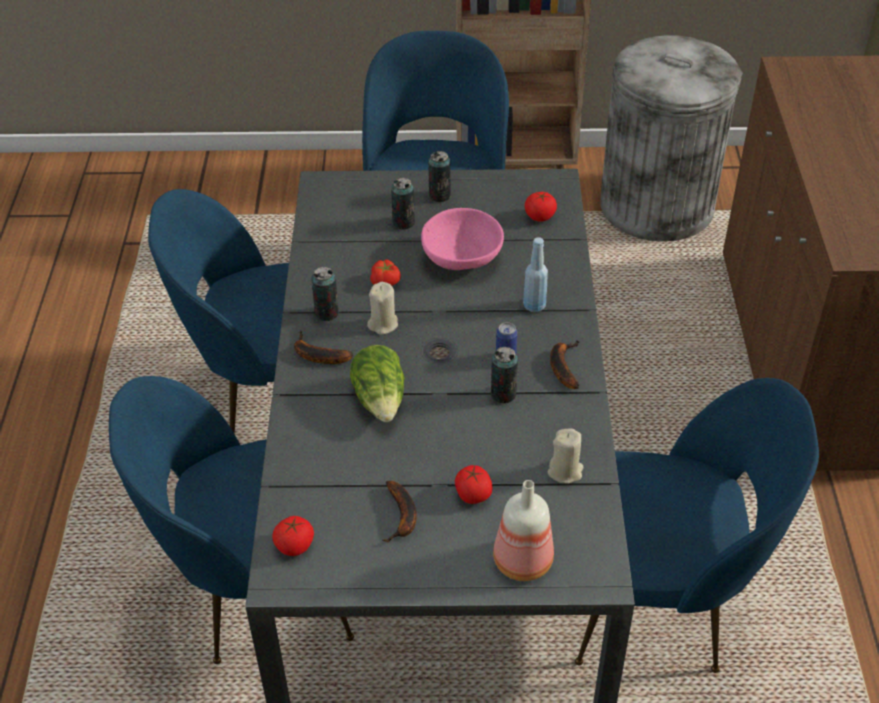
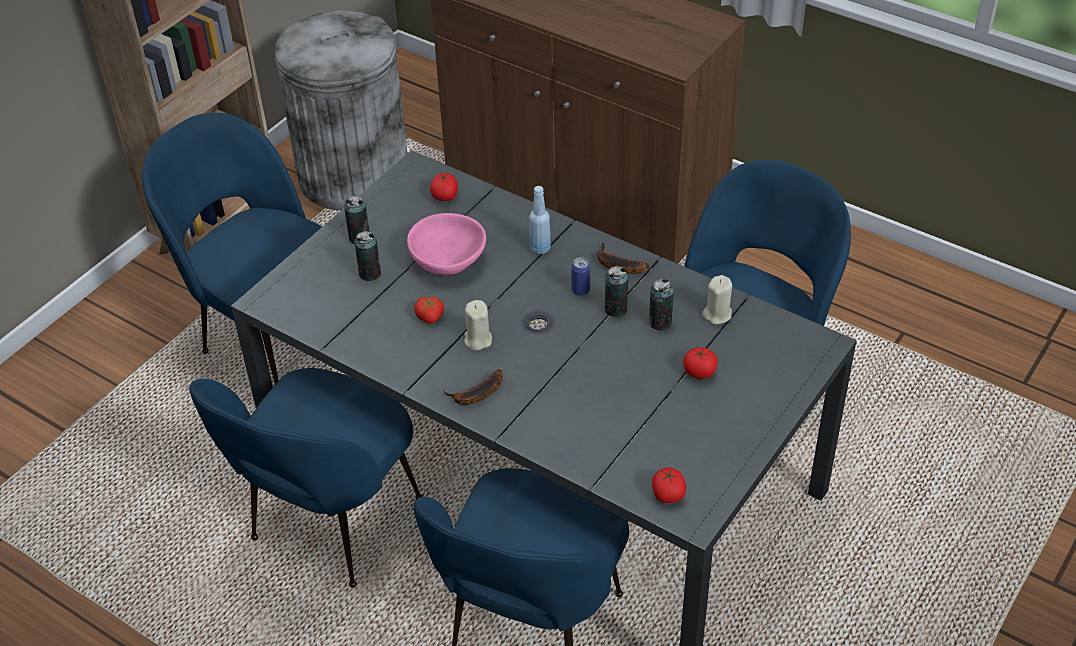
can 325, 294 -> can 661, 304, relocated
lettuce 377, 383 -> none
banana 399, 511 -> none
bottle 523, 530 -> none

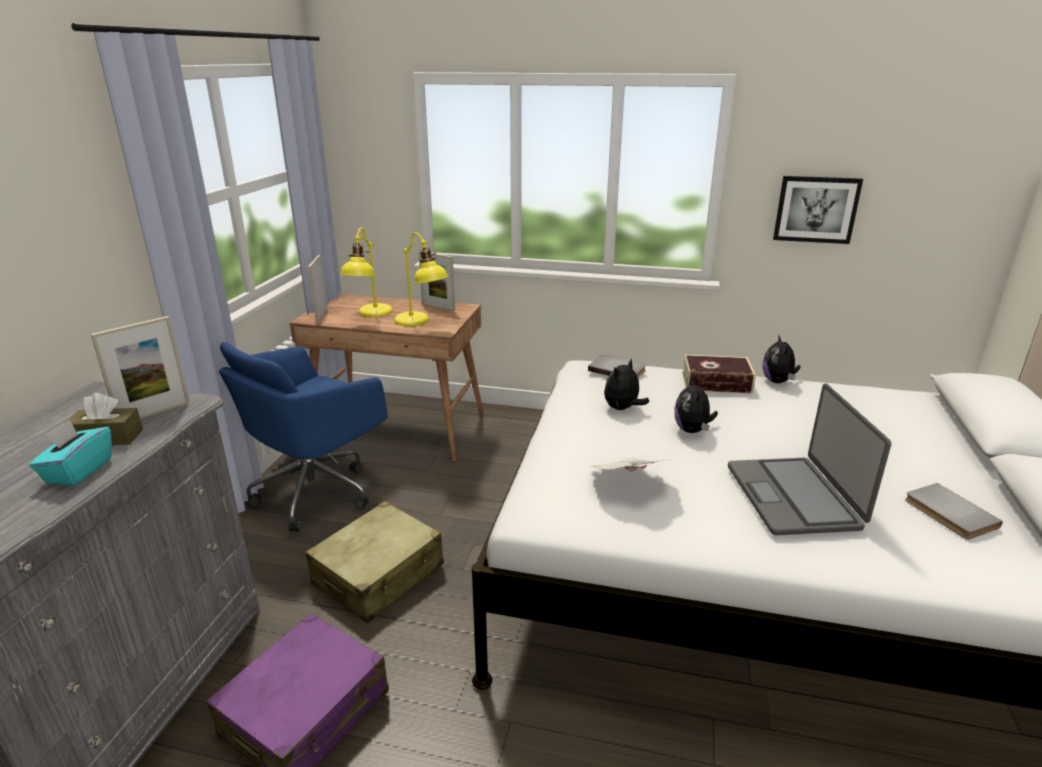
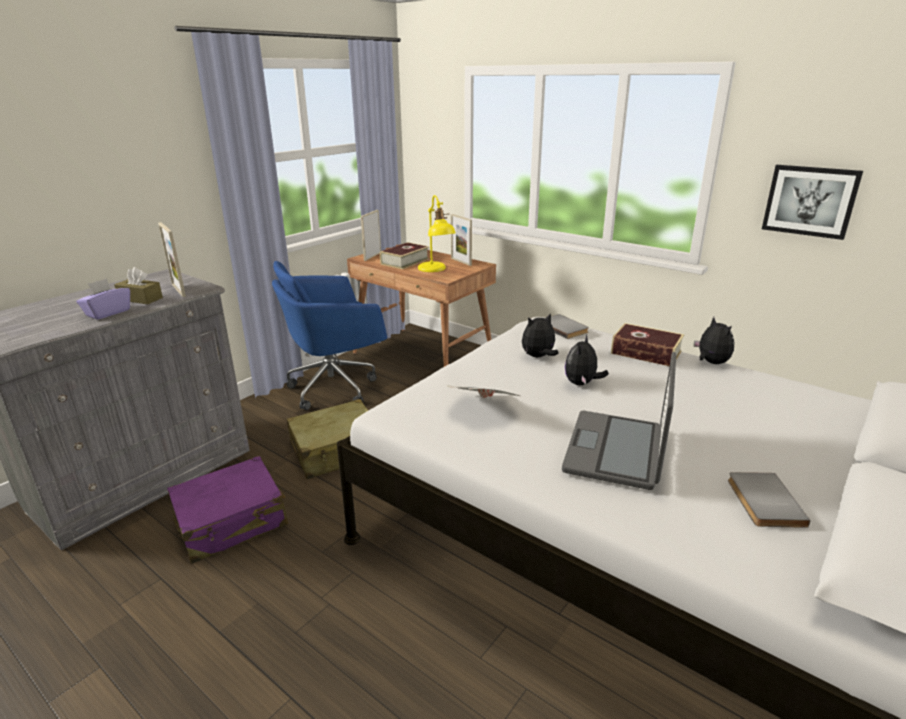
tissue box/turquoise 70, 452 -> tissue box/purple 103, 299
picture frame 140, 367 -> picture frame 172, 259, 75 degrees clockwise
table lamp/yellow 366, 272 -> book 404, 255
plush toy 782, 358 -> plush toy 714, 340, 135 degrees clockwise

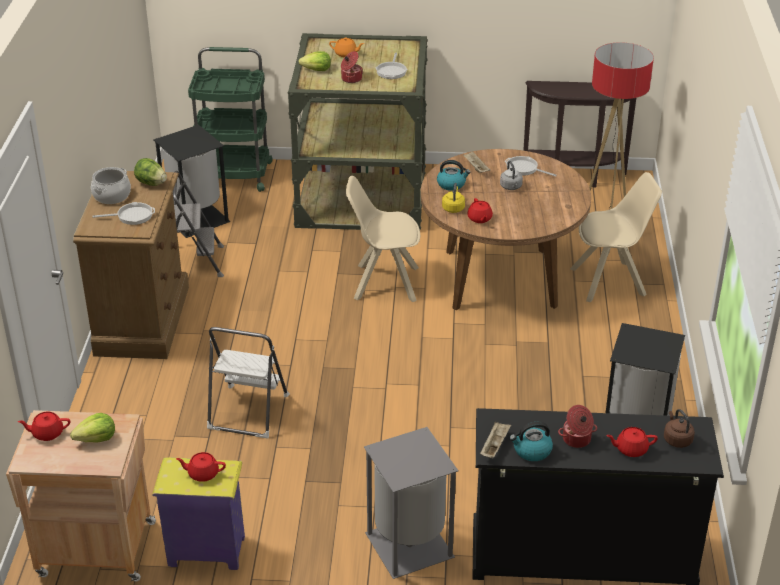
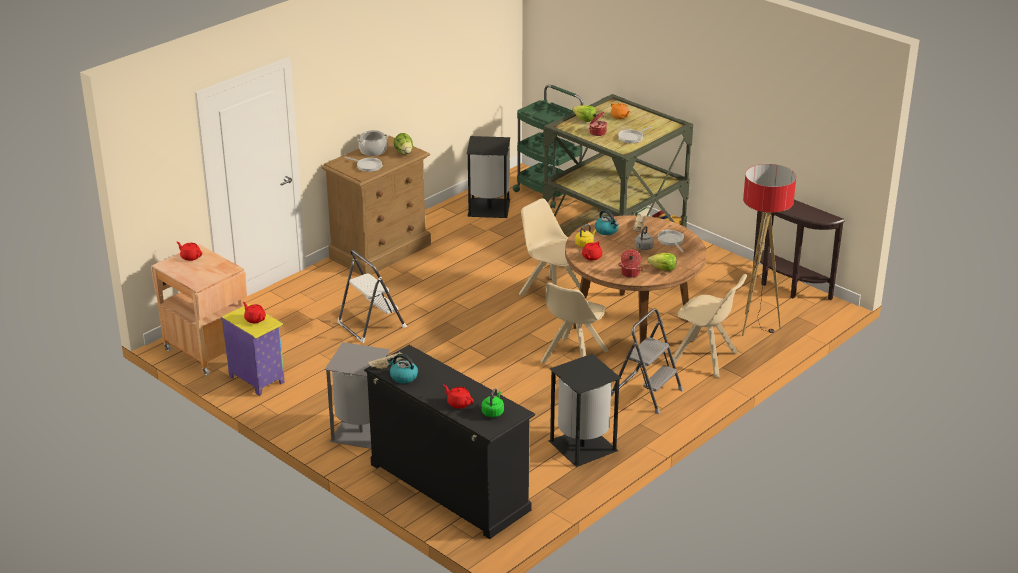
kettle/brown 679, 428 -> kettle/green 492, 402
none -> chair/beige 574, 323
step ladder/grey 198, 224 -> step ladder/grey 647, 361, relocated
cooking pot 577, 426 -> cooking pot 630, 263, relocated
lettuce 92, 428 -> lettuce 662, 262, relocated

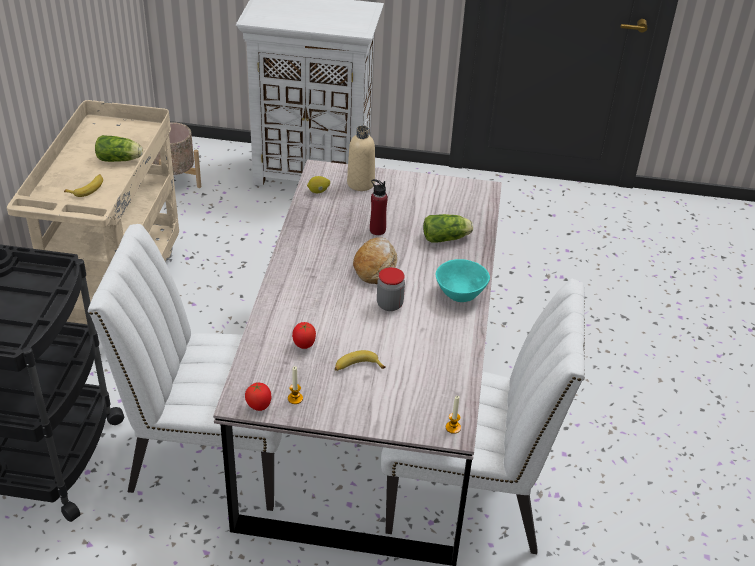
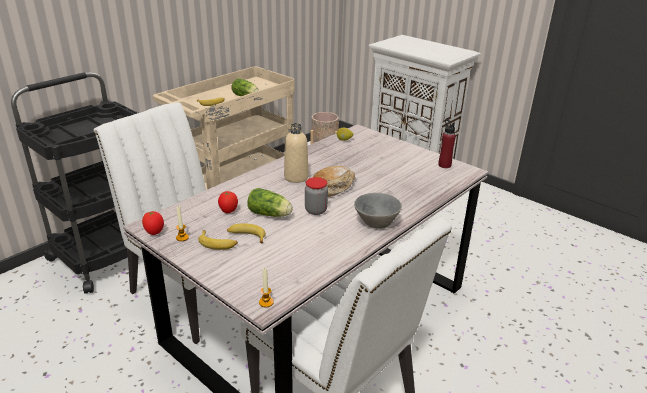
none -> banana 218, 240
lettuce 448, 228 -> lettuce 270, 202, relocated
bottle/beige 361, 158 -> bottle/beige 296, 153, relocated
bowl/turquoise 463, 280 -> bowl/grey 378, 211
bottle/red 379, 207 -> bottle/red 447, 144, relocated

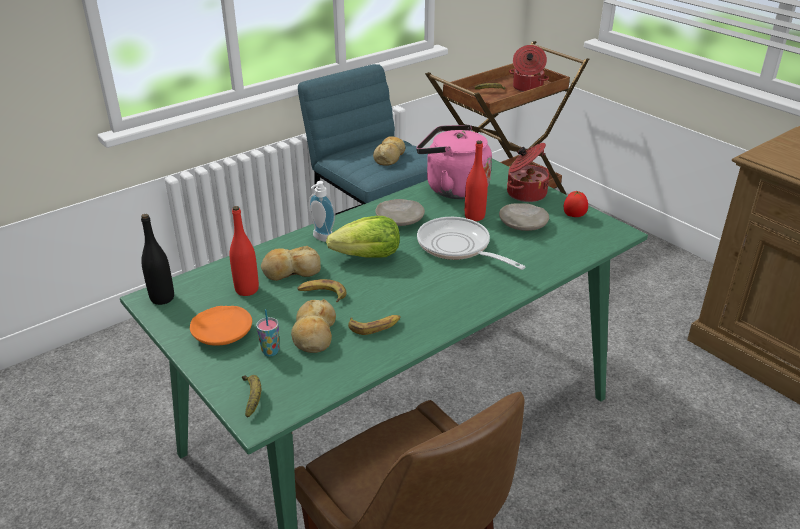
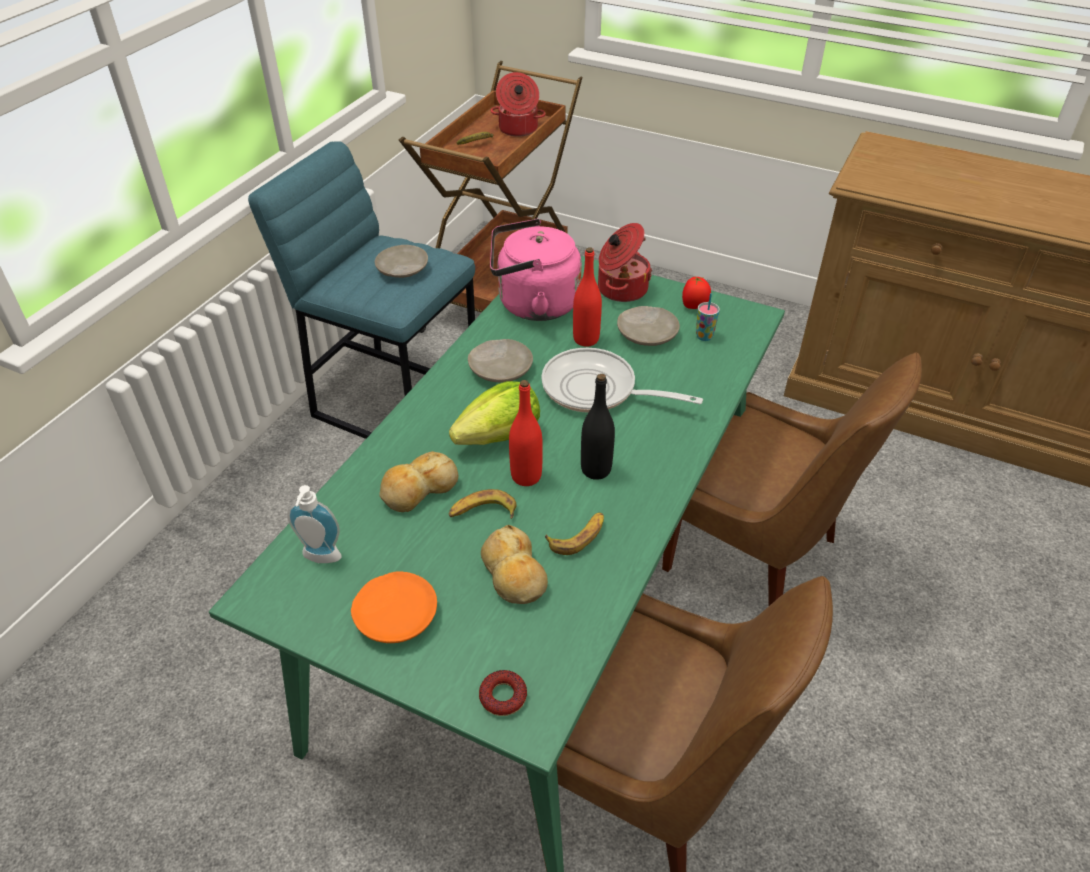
soap dispenser 322, 211 -> soap dispenser 314, 524, relocated
bread 389, 151 -> plate/beige 401, 261
banana 251, 396 -> donut 503, 693
bottle/red 244, 251 -> bottle/red 526, 433, relocated
bottle/black 157, 259 -> bottle/black 598, 427, relocated
none -> chair/brown 792, 479
cup 267, 332 -> cup 708, 317, relocated

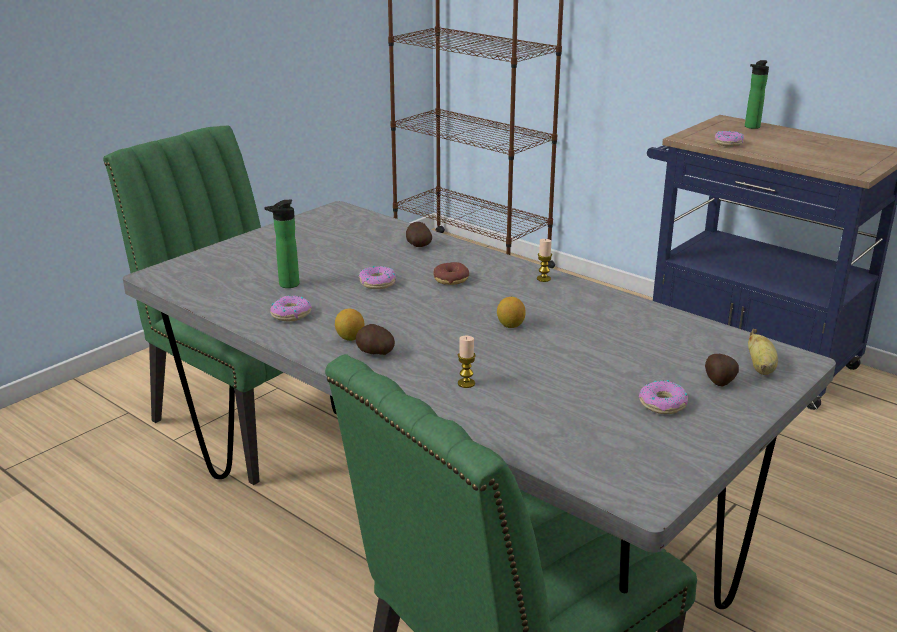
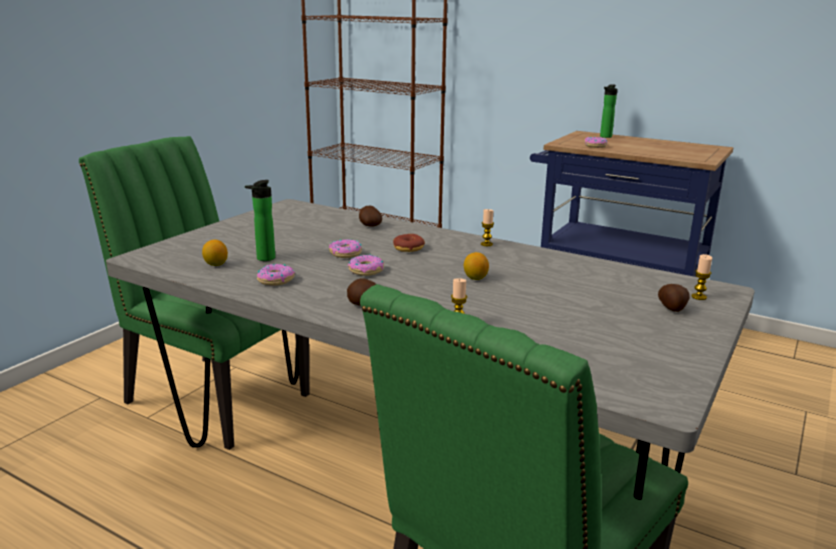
lemon 350, 325 -> lemon 215, 253, relocated
donut 663, 397 -> donut 366, 265, relocated
banana 763, 352 -> candle 701, 277

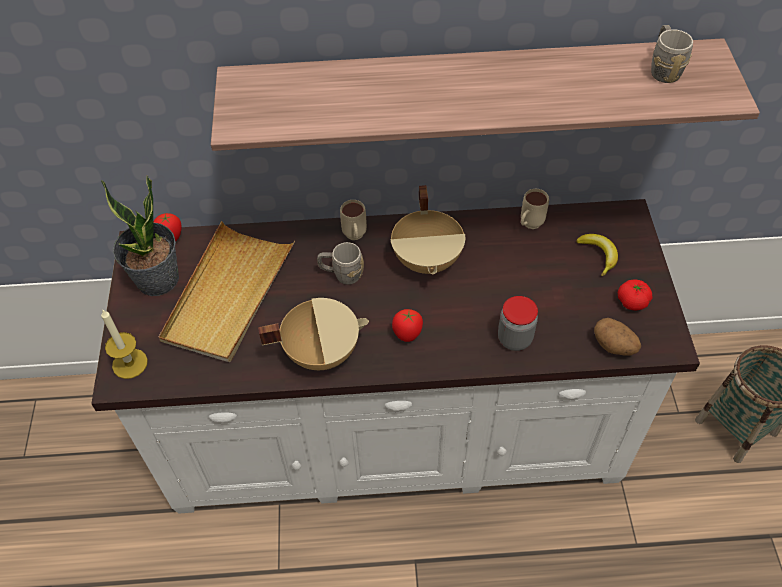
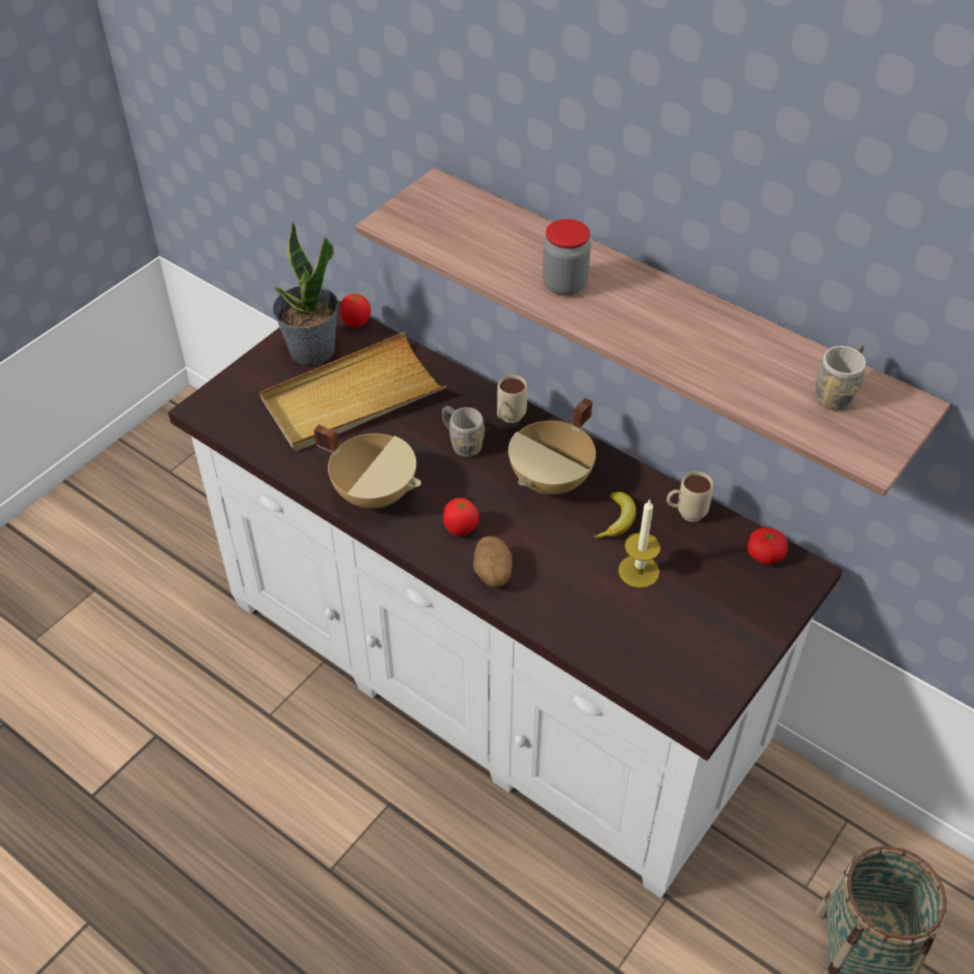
potato 617, 337 -> potato 492, 561, relocated
jar 518, 323 -> jar 566, 257, relocated
banana 597, 255 -> banana 615, 515, relocated
candle 124, 344 -> candle 639, 543, relocated
tomato 635, 295 -> tomato 767, 546, relocated

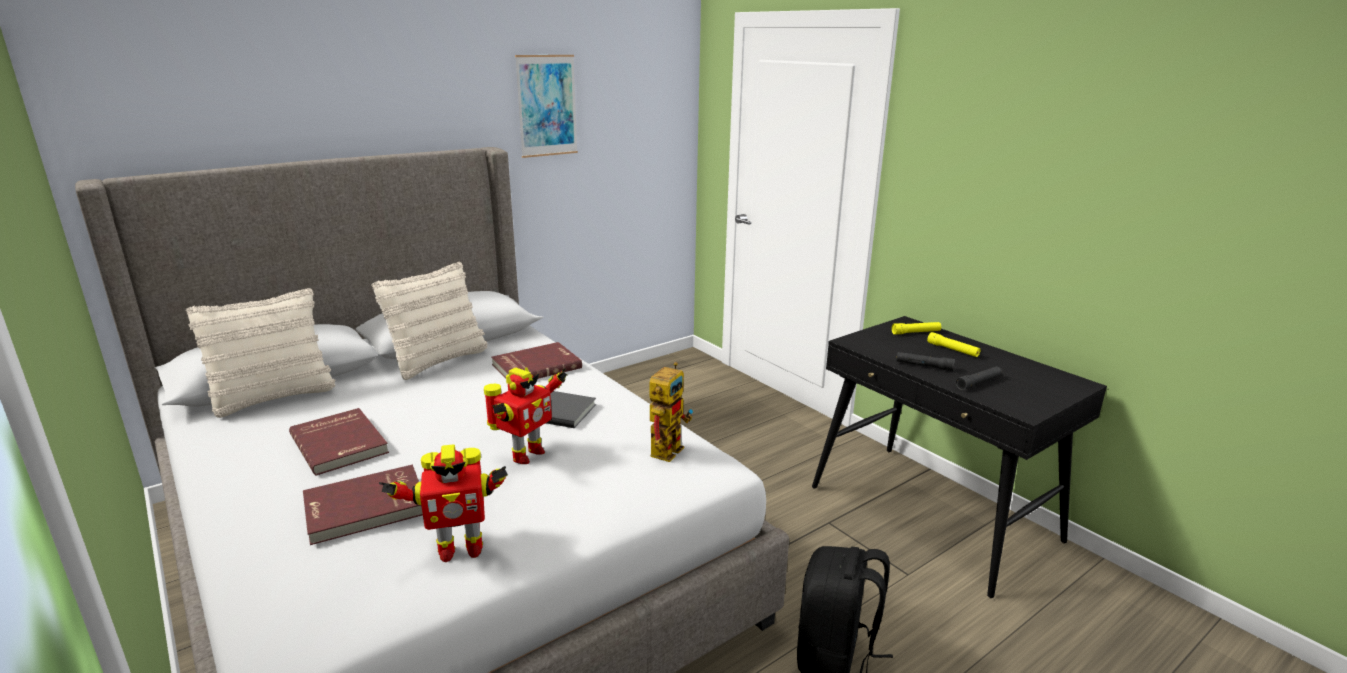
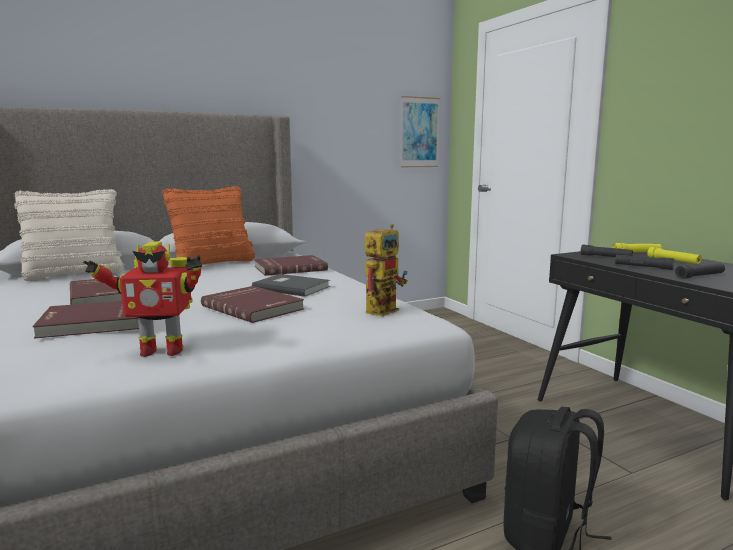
pillow/beige 429, 321 -> pillow/orange 208, 225
toy robot 525, 415 -> book/red 252, 304
picture 546, 106 -> picture 420, 131, relocated
none -> flashlight/black 607, 251

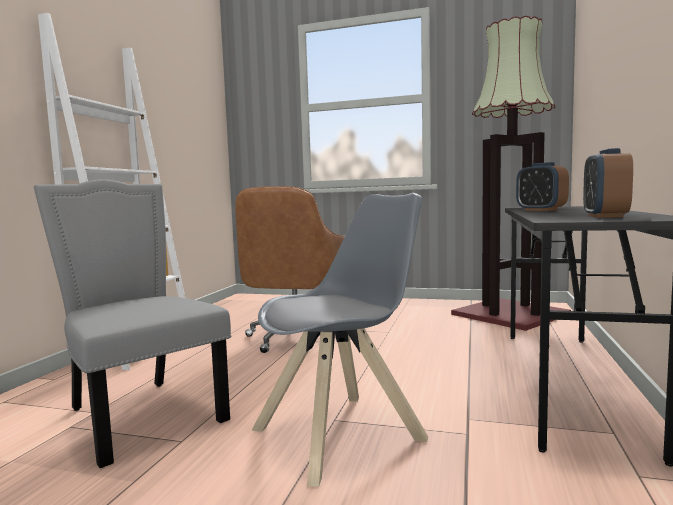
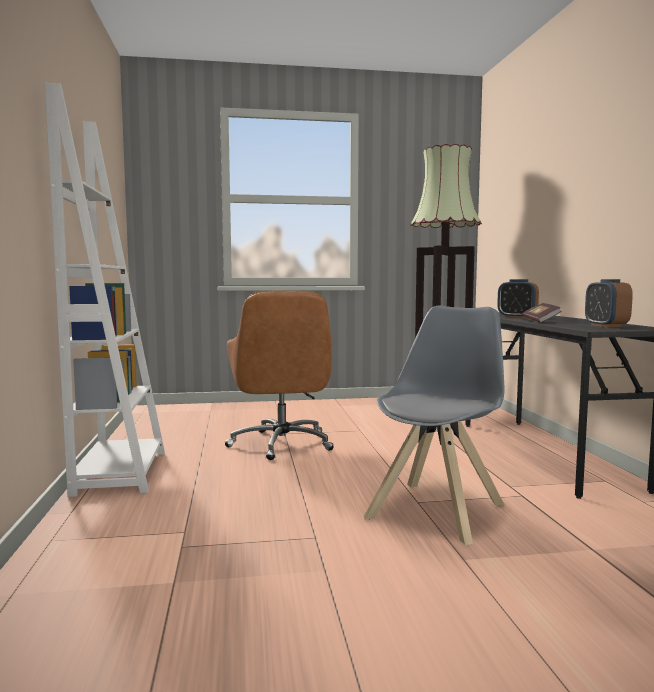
none -> book 541, 313
chair/grey 132, 323 -> none

